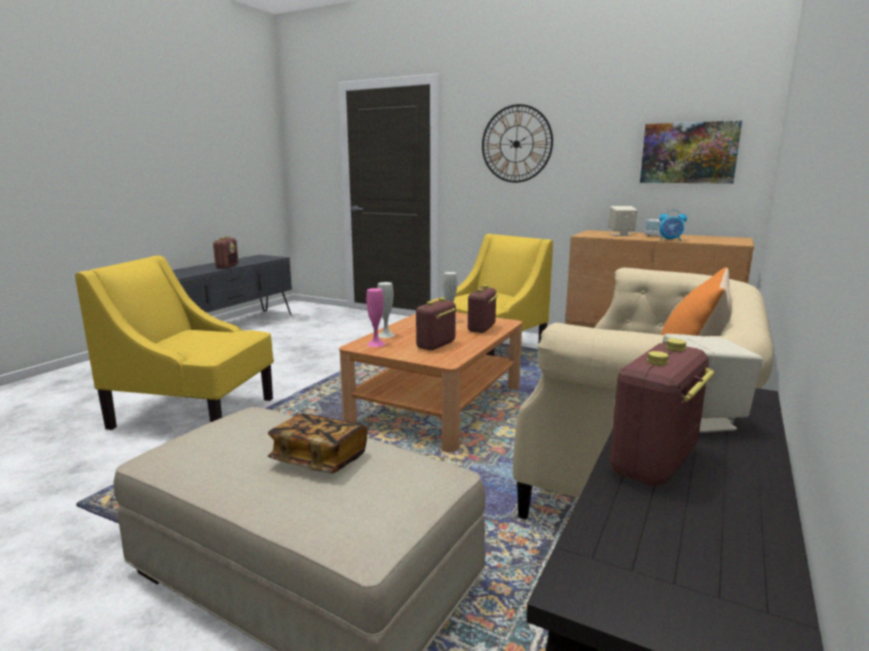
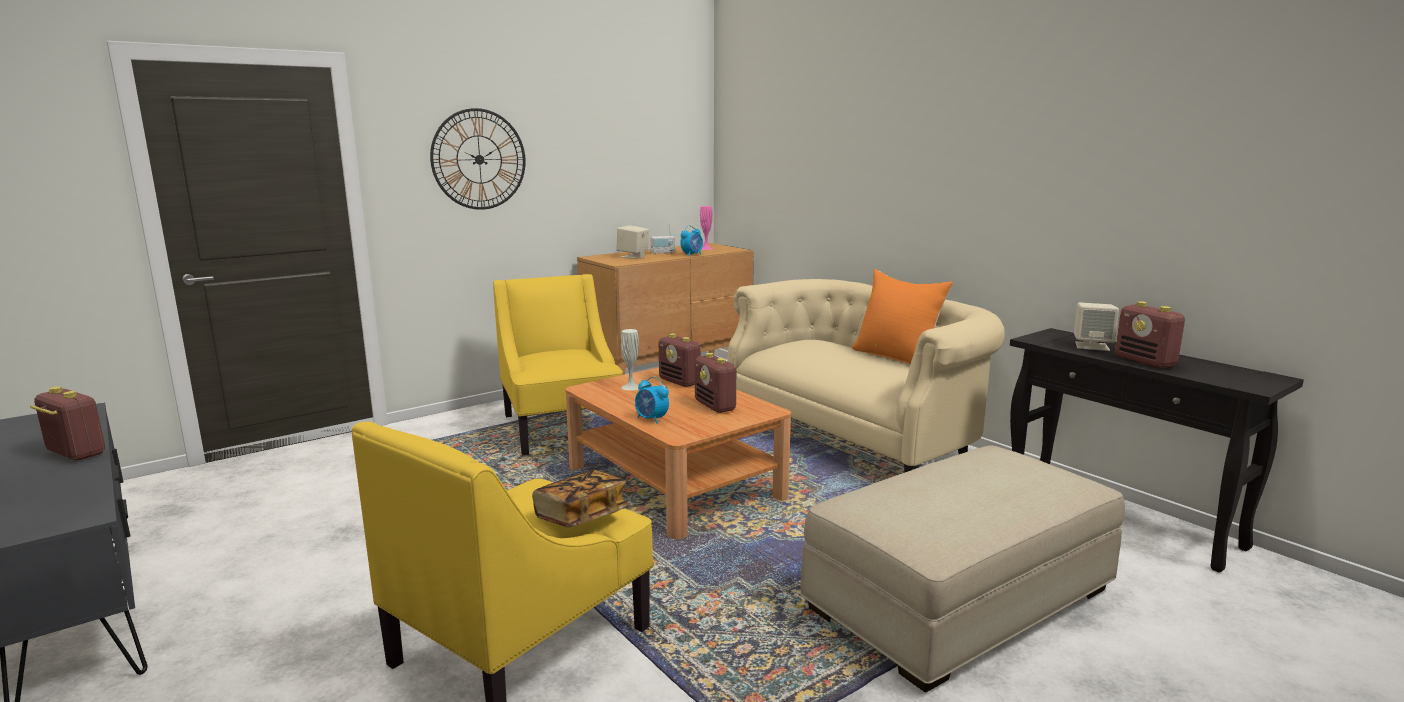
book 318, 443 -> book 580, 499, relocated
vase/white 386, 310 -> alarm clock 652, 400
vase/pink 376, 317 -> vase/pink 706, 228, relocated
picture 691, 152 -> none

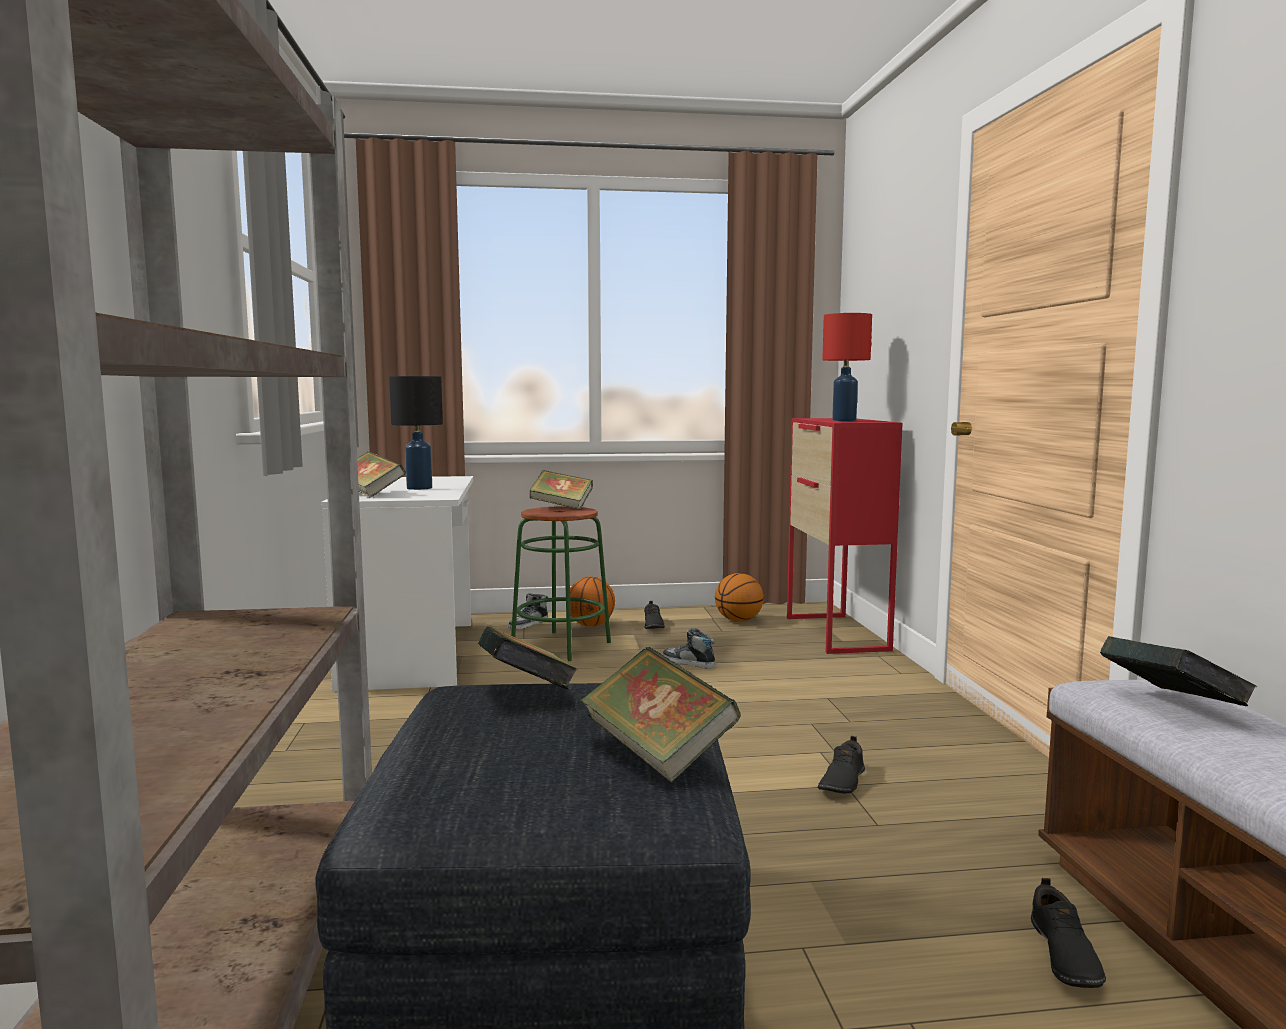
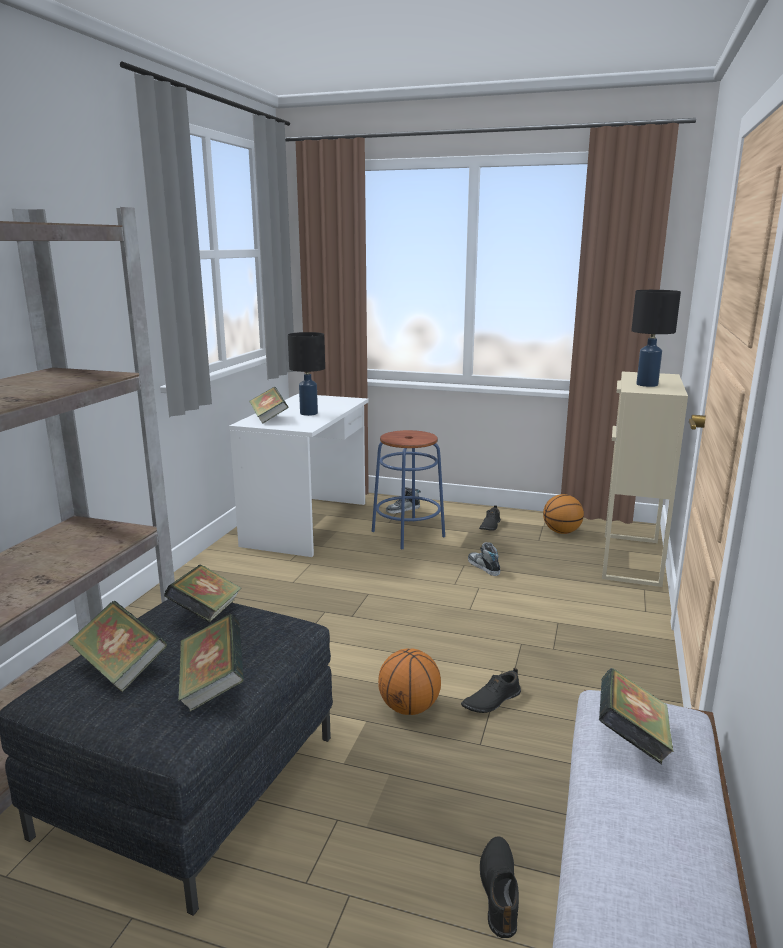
book 561, 490 -> book 117, 646, relocated
stool/green 561, 583 -> stool/blue 408, 489
basketball 592, 602 -> basketball 409, 681, relocated
shoe/black 1068, 933 -> shoe/black 499, 887, 150 degrees clockwise
cabinet/red 845, 536 -> cabinet/beige 645, 479
table lamp/red 847, 367 -> table lamp/black 656, 338

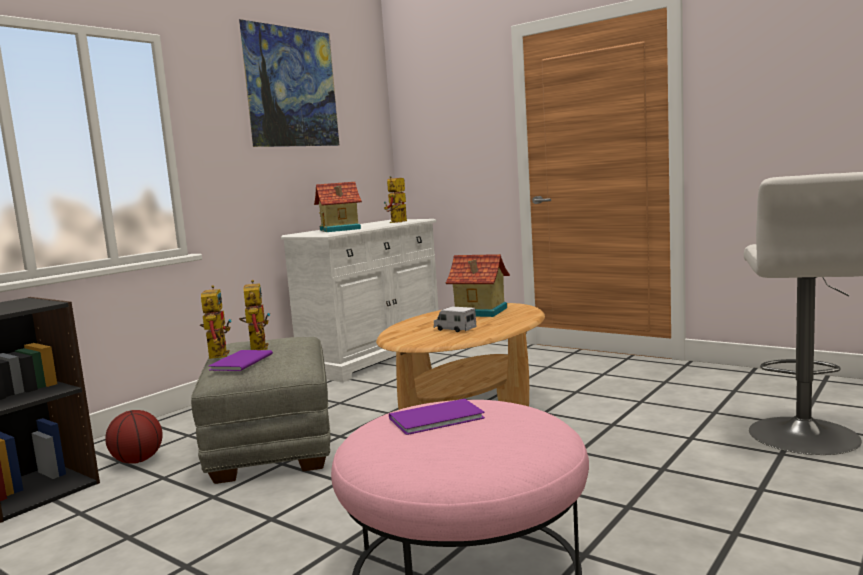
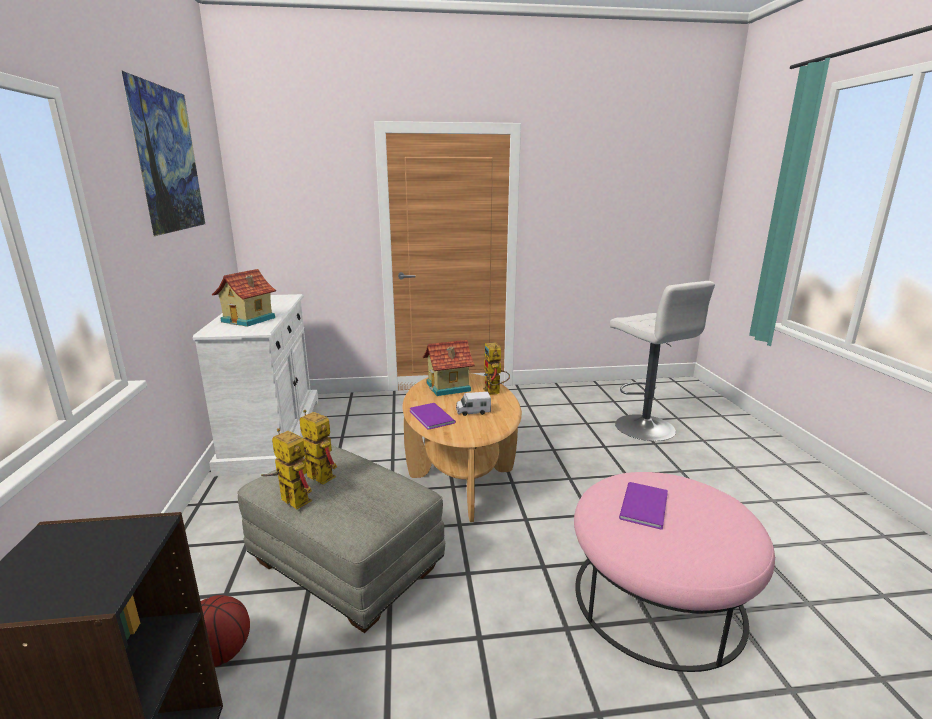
book/purple 241, 360 -> book/purple 432, 416, relocated
toy robot 395, 199 -> toy robot 496, 368, relocated

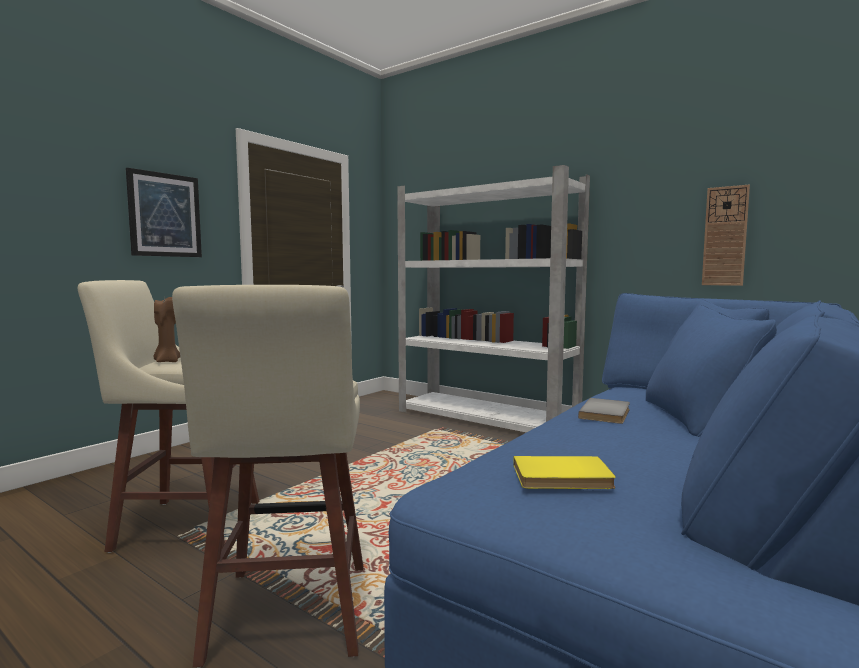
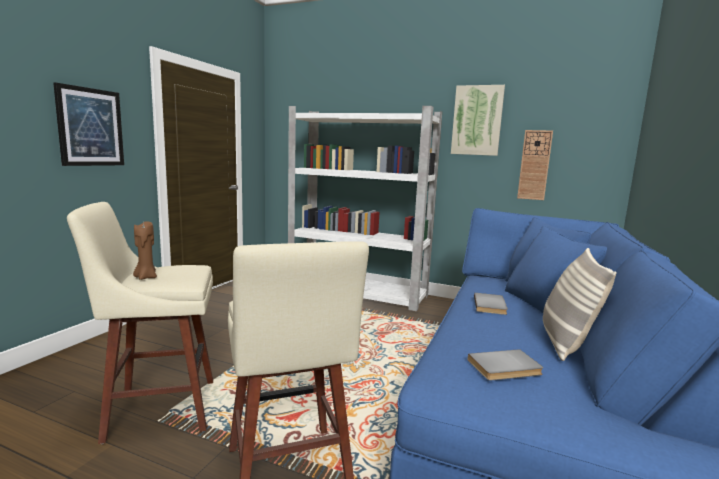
none -> picture 478, 120
book/yellow 564, 472 -> book/grey 505, 364
none -> pillow 579, 304

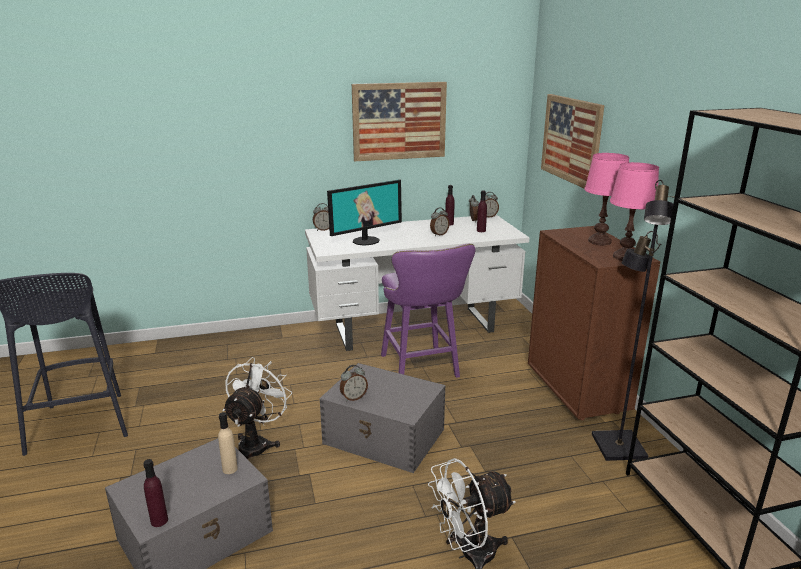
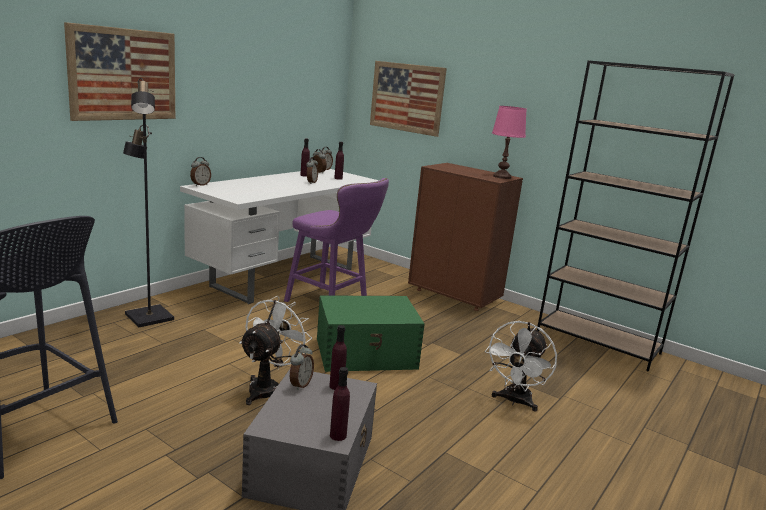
picture 399, 121 -> picture 119, 71, relocated
floor lamp/black 633, 320 -> floor lamp/black 148, 203, relocated
fan/white 257, 408 -> fan/white 275, 350, 45 degrees clockwise
alarm clock 354, 383 -> alarm clock 302, 367, relocated
storage box/grey 383, 418 -> storage box/green 371, 333
bottle/beige 228, 443 -> bottle/purple 338, 357
monitor 364, 212 -> none
table lamp/pink 606, 199 -> none

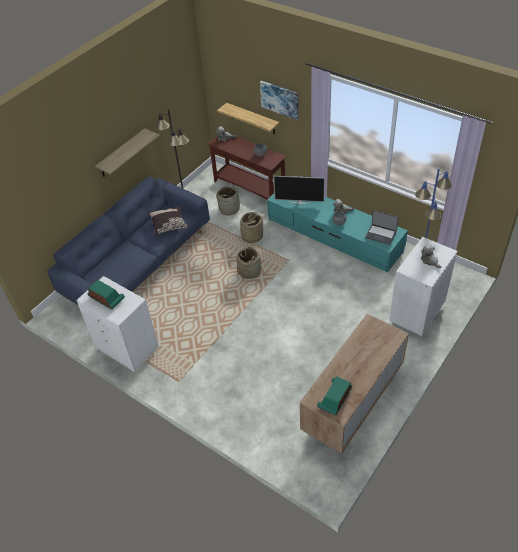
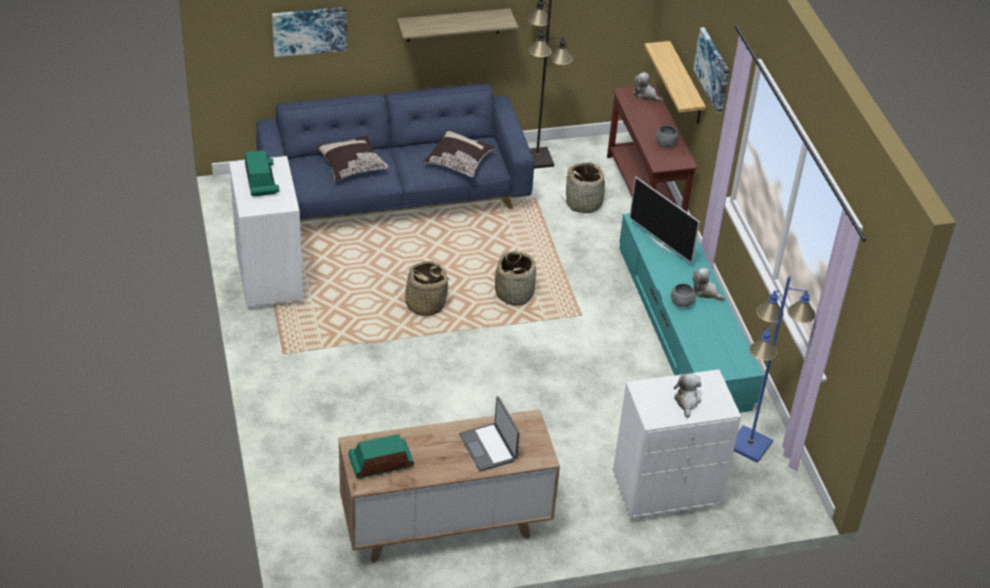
none -> picture 309, 32
none -> pillow 352, 158
basket 251, 227 -> basket 424, 288, relocated
laptop 382, 227 -> laptop 489, 434, relocated

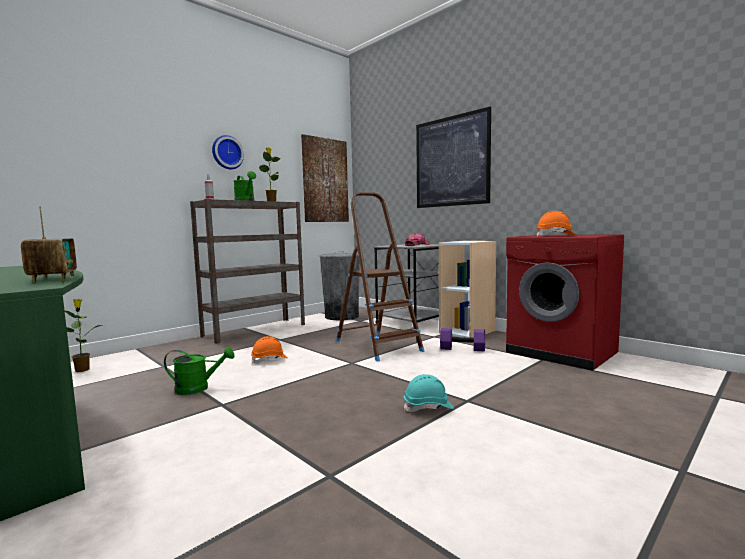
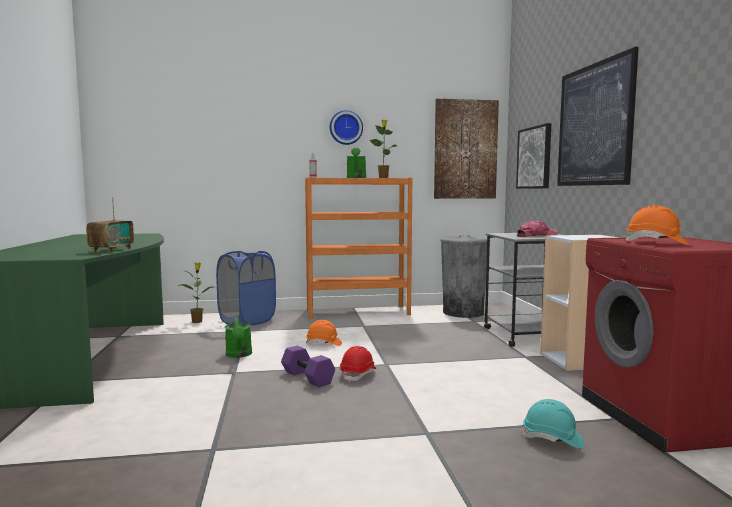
none -> laundry basket/blue 246, 288
watering can/green 199, 371 -> watering can/green 238, 336, 45 degrees clockwise
dumbbell/purple 462, 339 -> dumbbell/purple 308, 366, relocated
bookcase/grey 247, 271 -> bookcase/orange 358, 248
none -> hard hat/red 358, 364
none -> picture 533, 156
hard hat/turquoise 429, 393 -> hard hat/turquoise 553, 424, relocated
step ladder/brown 380, 277 -> none

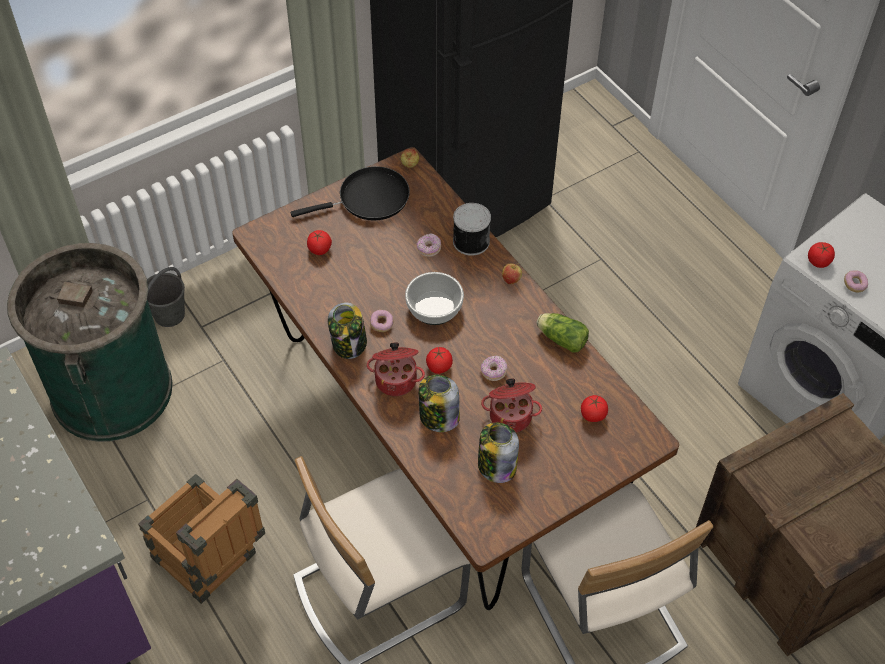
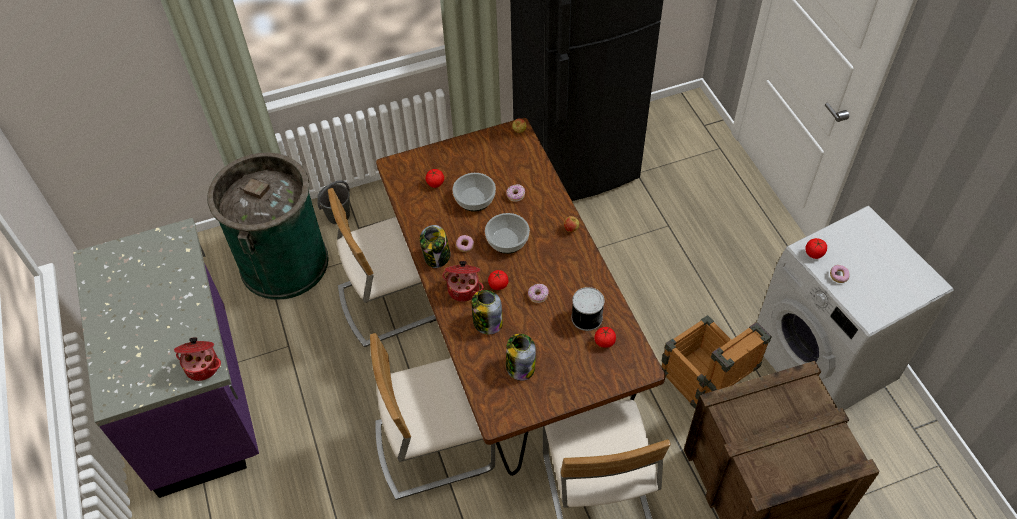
cooking pot 511, 405 -> cooking pot 197, 359, relocated
none -> chair/beige 382, 267
none -> bowl 474, 192
can 472, 229 -> can 587, 309, relocated
crate 201, 539 -> crate 716, 362, relocated
frying pan/black 350, 193 -> none
lettuce 563, 332 -> none

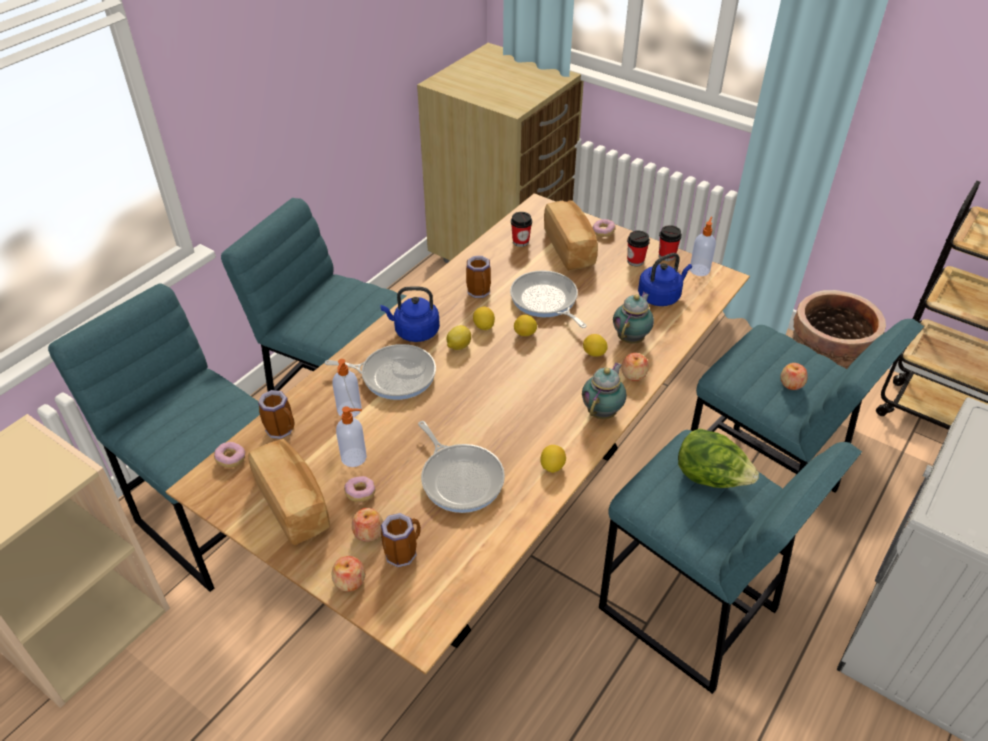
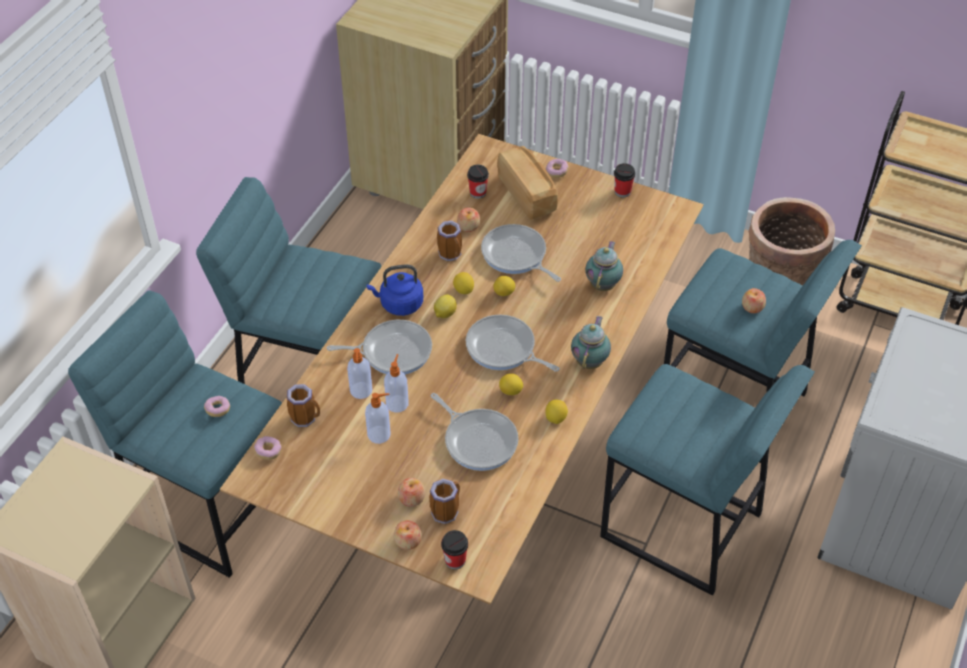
donut 360, 489 -> donut 217, 406, relocated
soap dispenser 703, 246 -> soap dispenser 396, 383, relocated
cup 638, 248 -> cup 454, 550, relocated
apple 635, 367 -> apple 468, 220, relocated
none -> frying pan 513, 343
lemon 595, 345 -> lemon 511, 384, relocated
bread 289, 492 -> none
kettle/blue 665, 279 -> none
lettuce 718, 458 -> none

